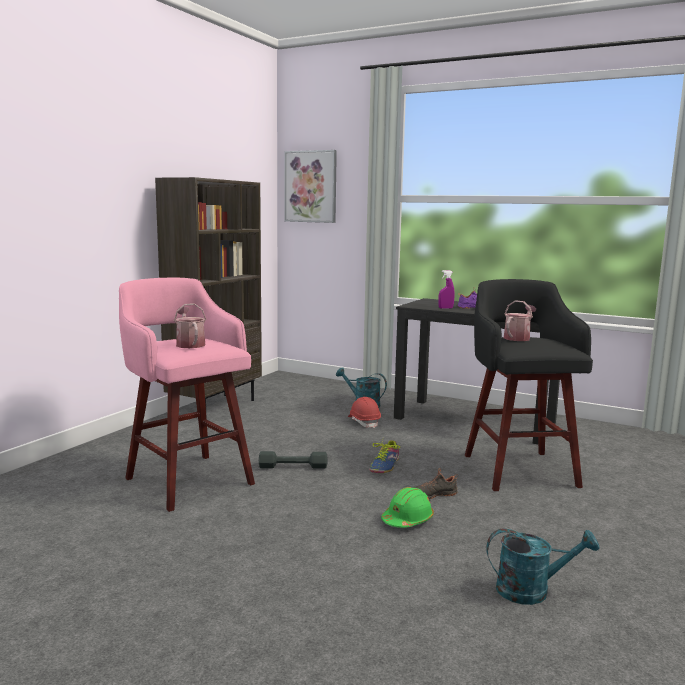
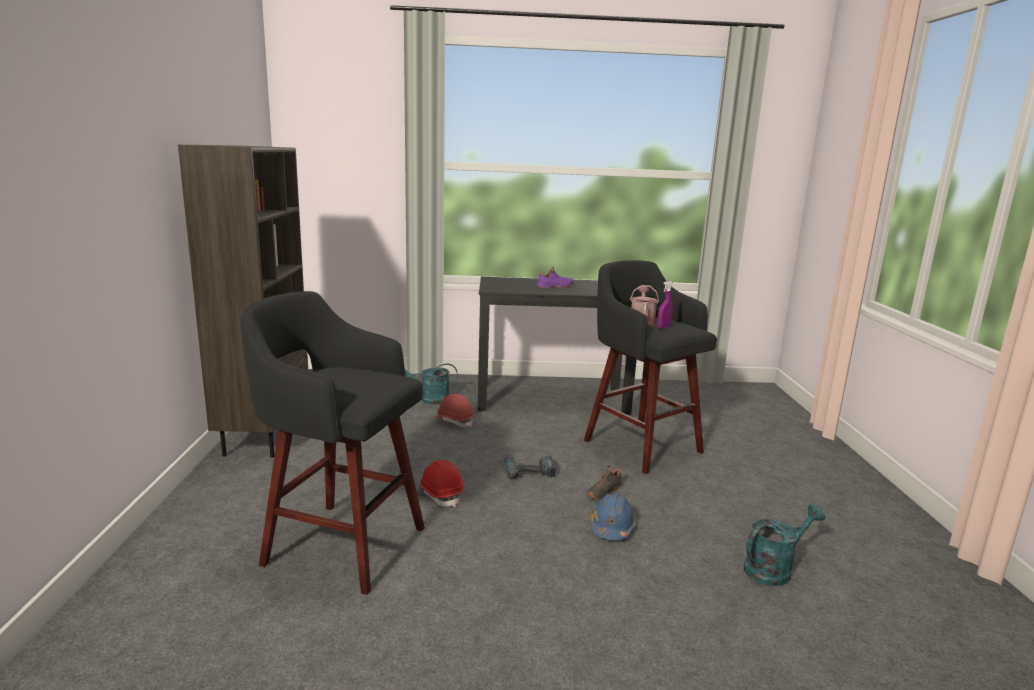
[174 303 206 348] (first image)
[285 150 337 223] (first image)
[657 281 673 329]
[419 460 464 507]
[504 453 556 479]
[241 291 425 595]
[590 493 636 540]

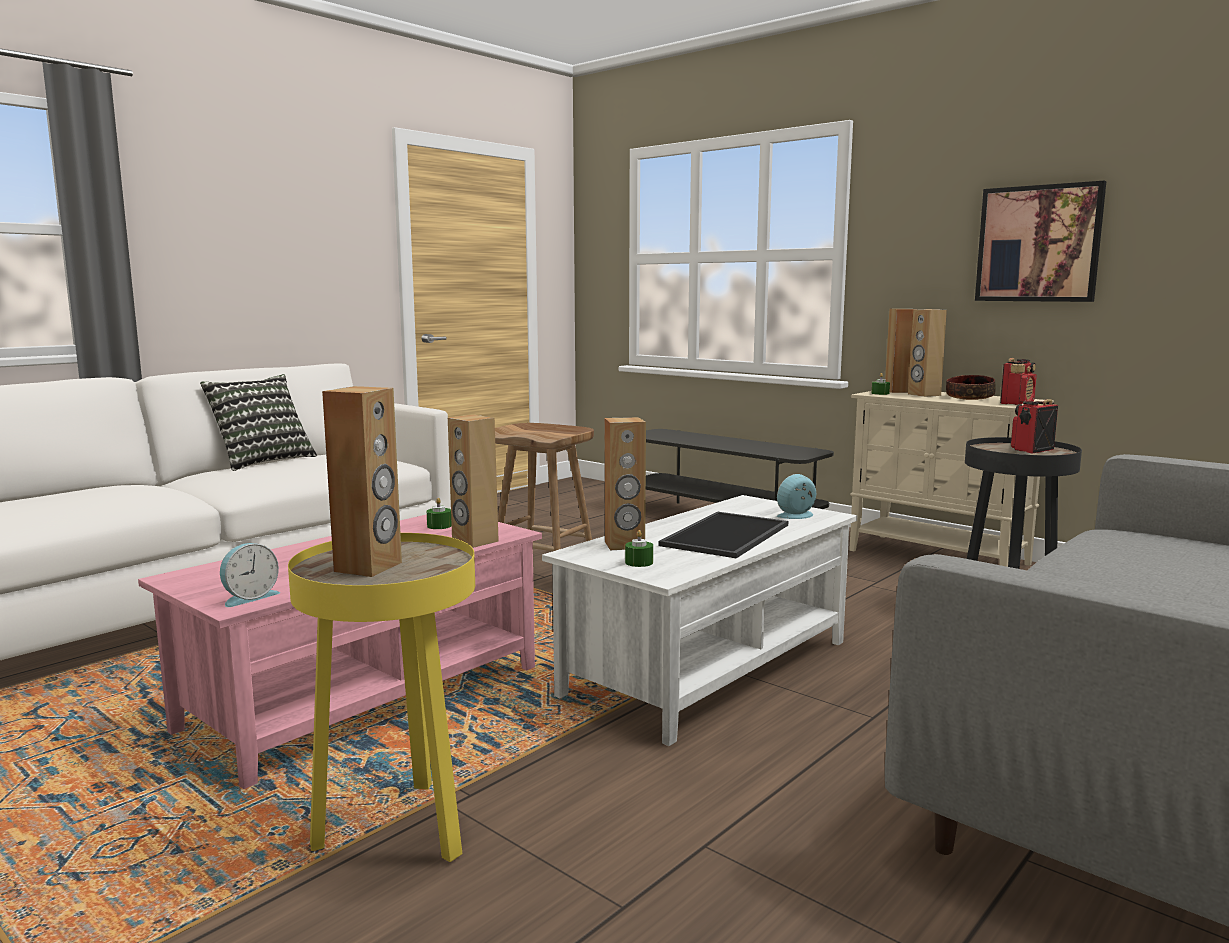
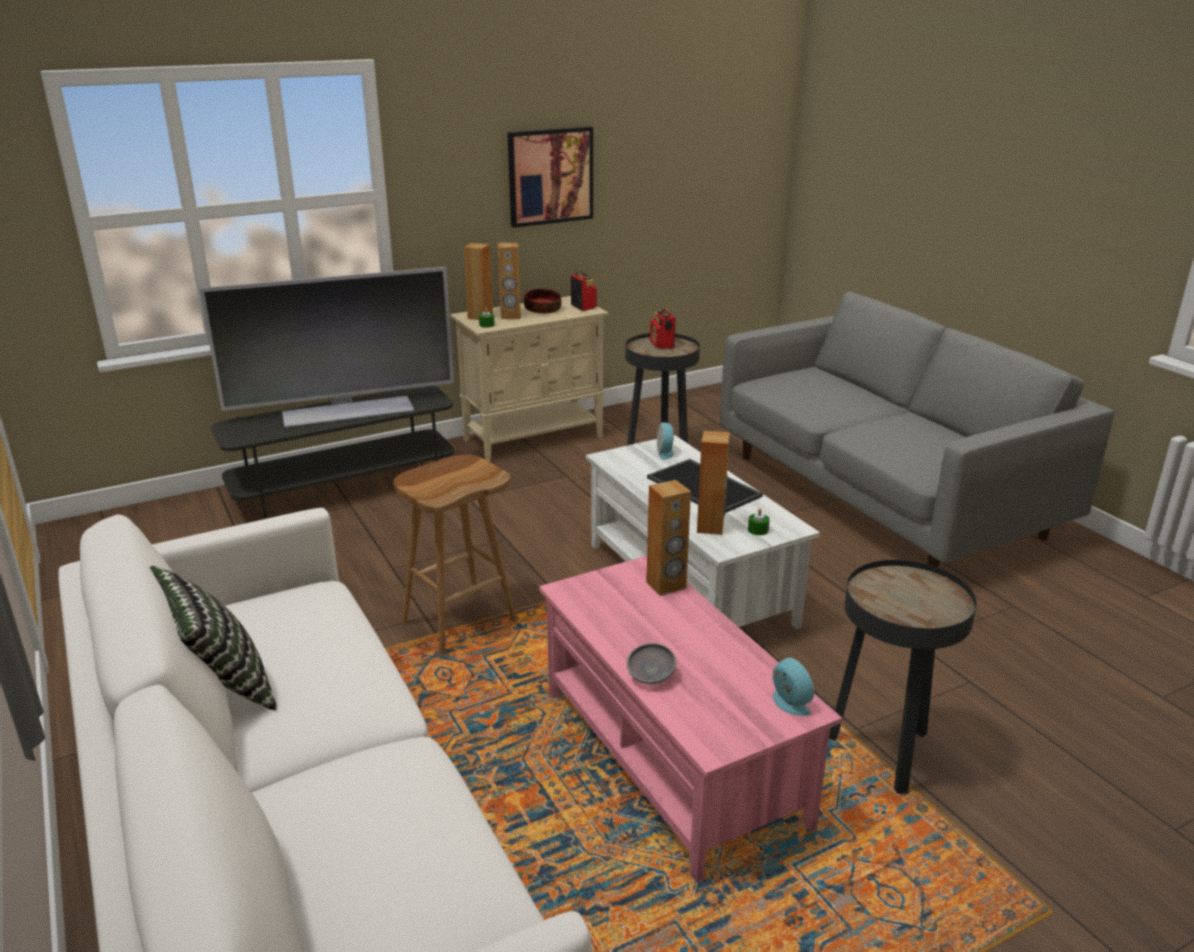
[322 386 402 577] (first image)
[427 498 452 529] (first image)
[199 267 454 428]
[627 643 676 684]
[829 560 977 794]

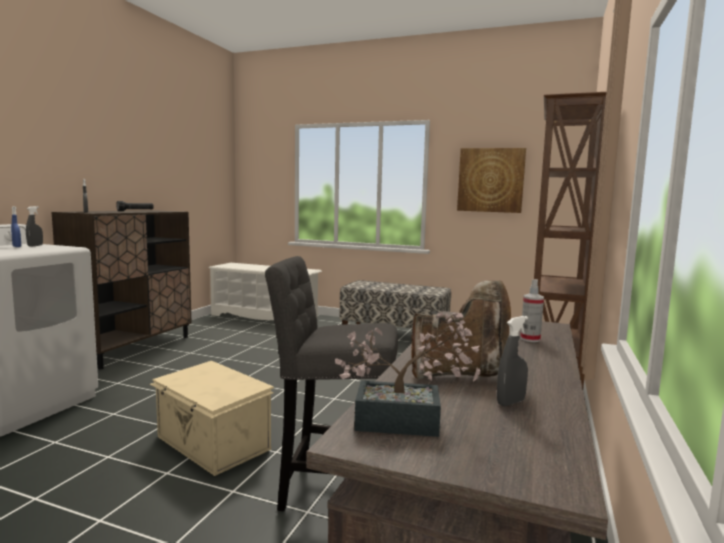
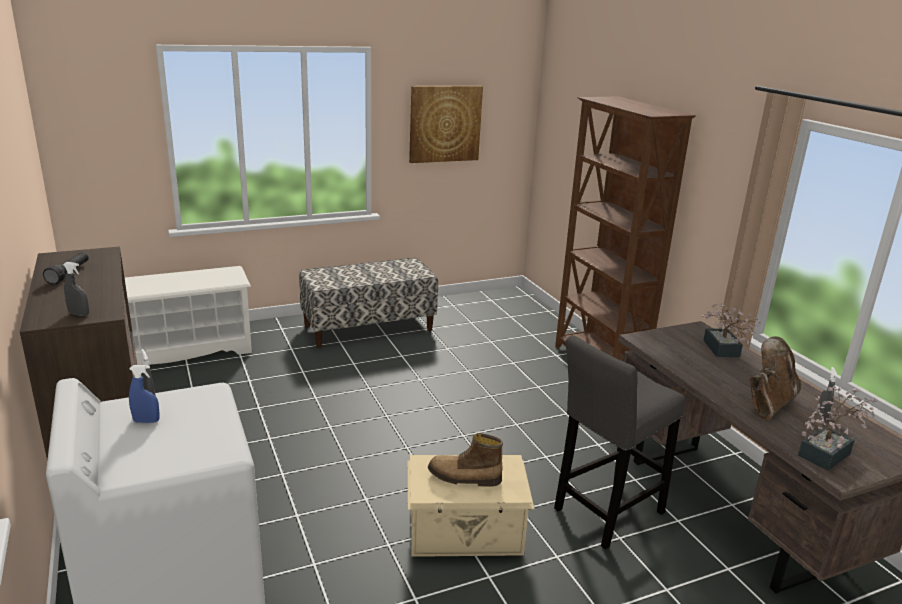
[428 433 503 487]
[701 303 761 357]

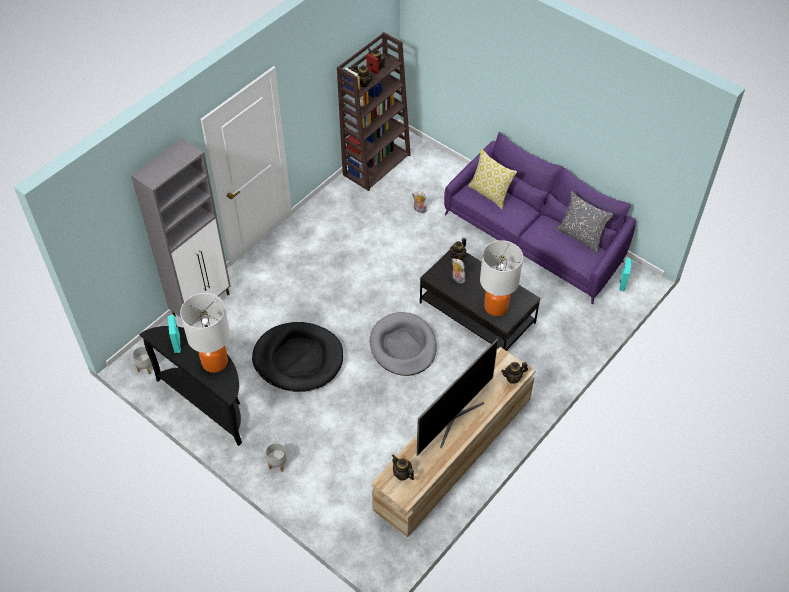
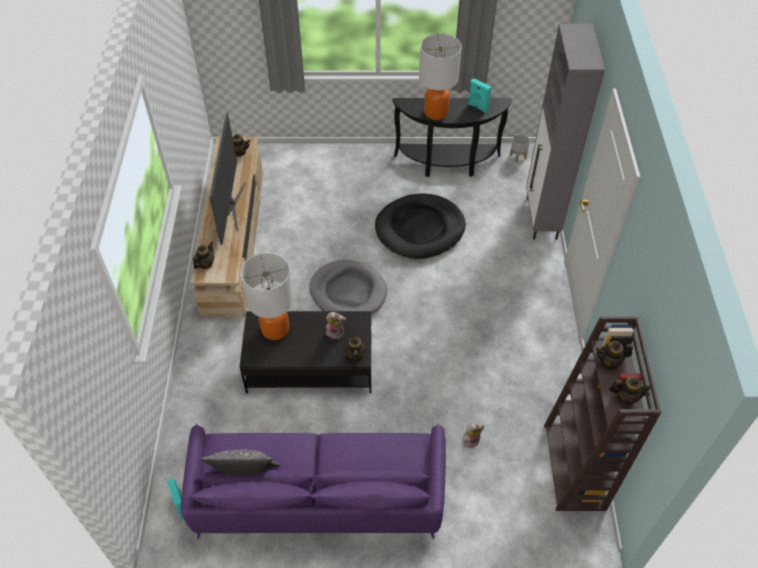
[266 443 287 472] (first image)
[468 149 517 210] (first image)

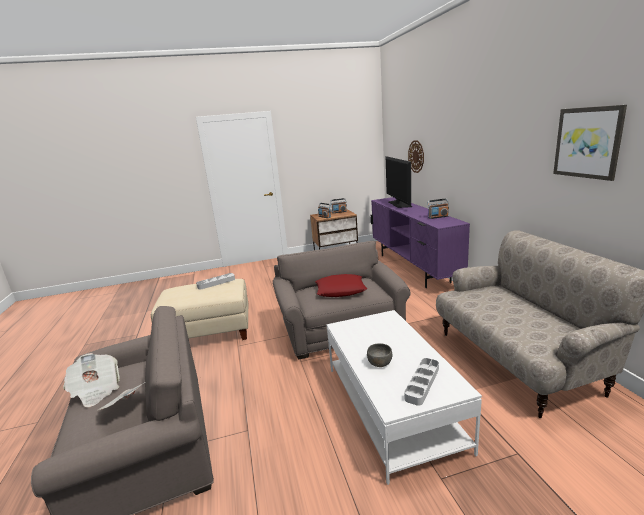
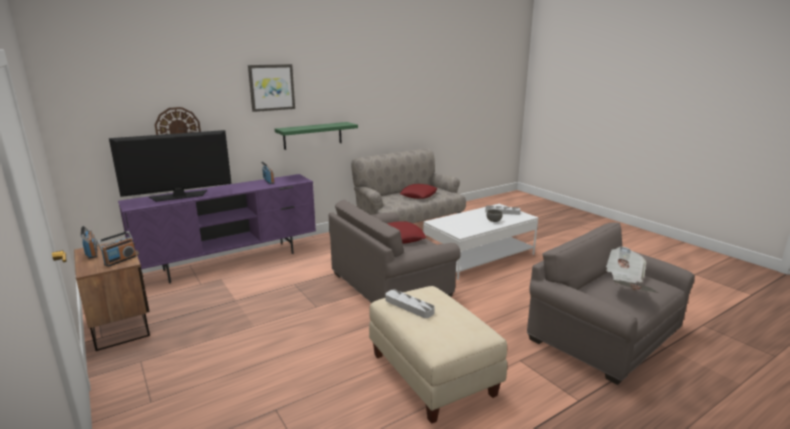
[275 122 358 150]
[400 184 438 199]
[248 64 295 112]

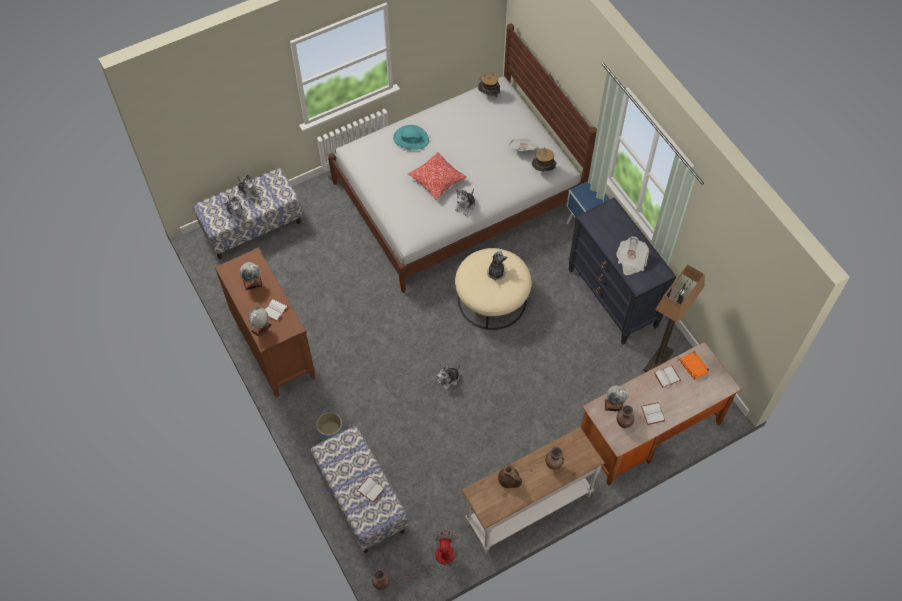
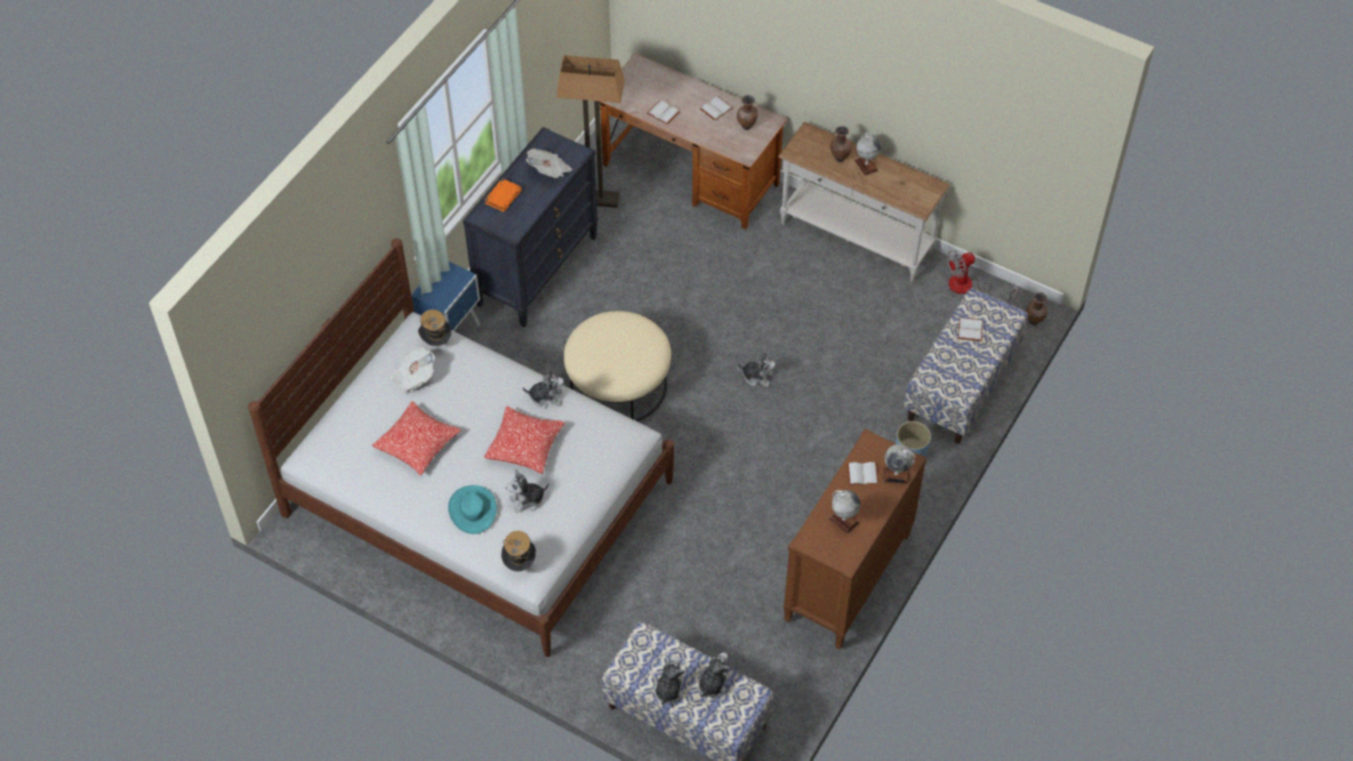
[498 464 522 488] (first image)
[372 401 461 475]
[501 531 536 571]
[506 470 549 513]
[854 133 881 176]
[485 178 522 212]

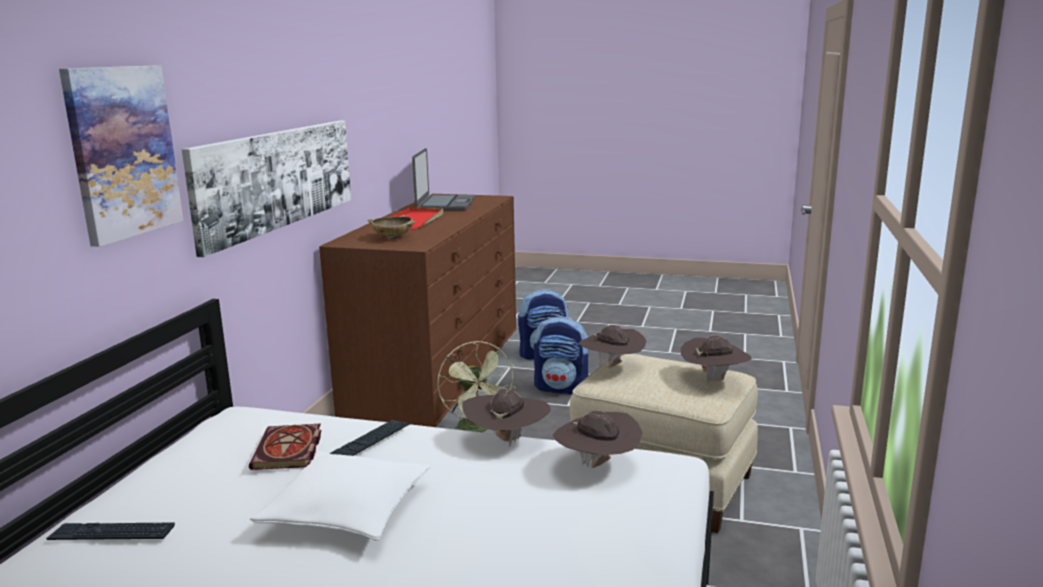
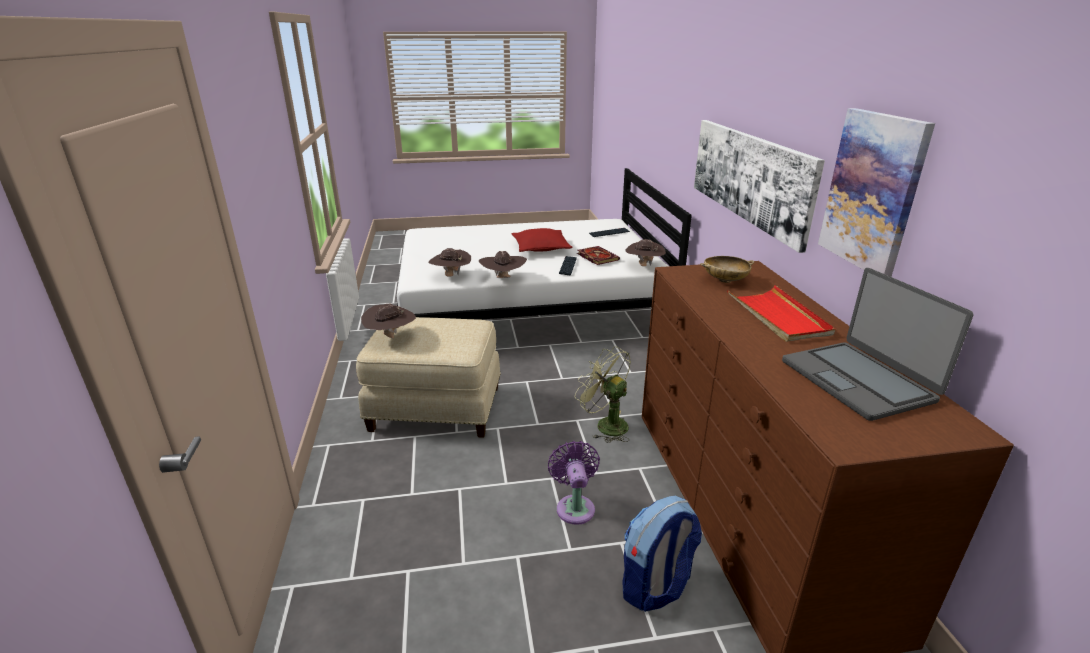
[818 108 935 277]
[626 239 666 266]
[548 441 600 525]
[512 228 572 252]

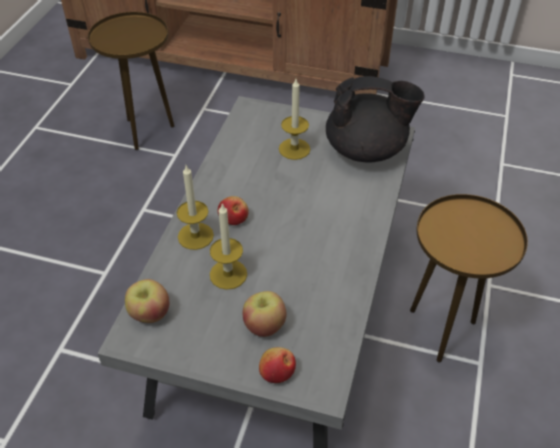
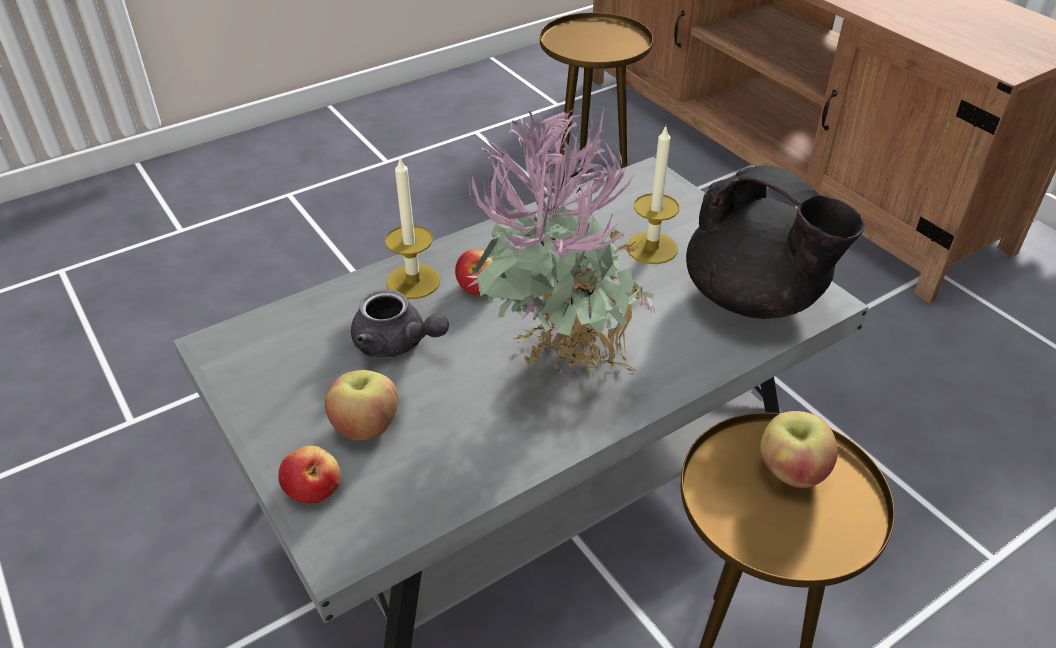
[465 108 655 389]
[760 411 838 488]
[351 289 449 357]

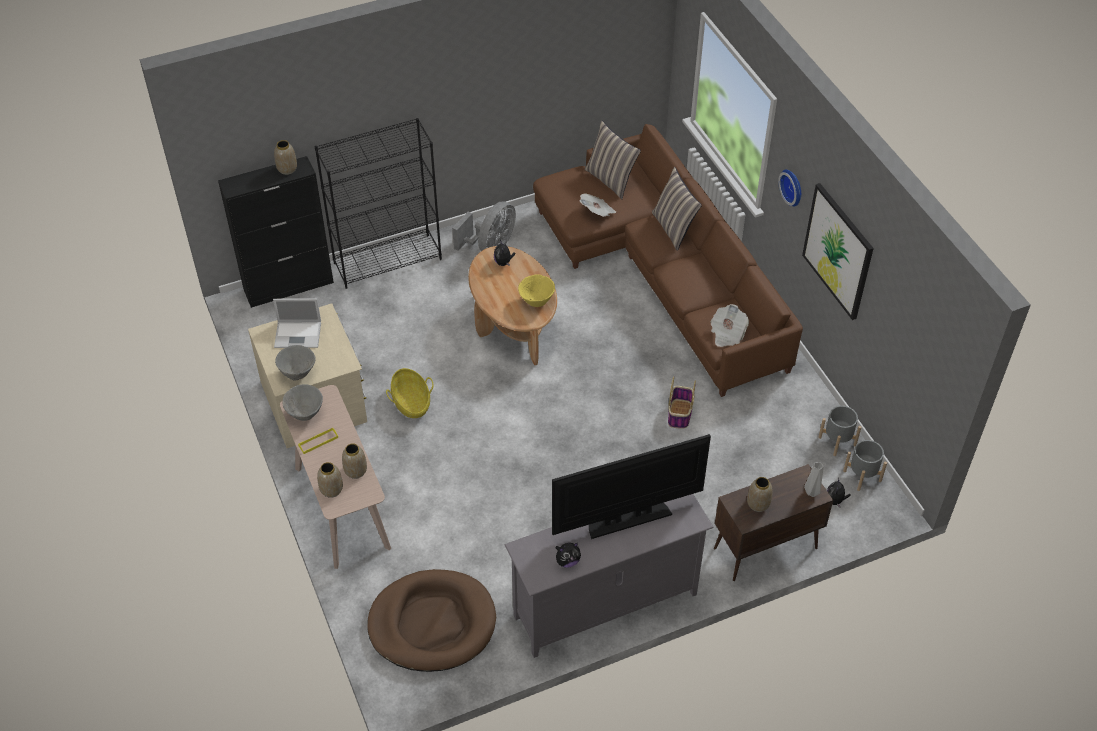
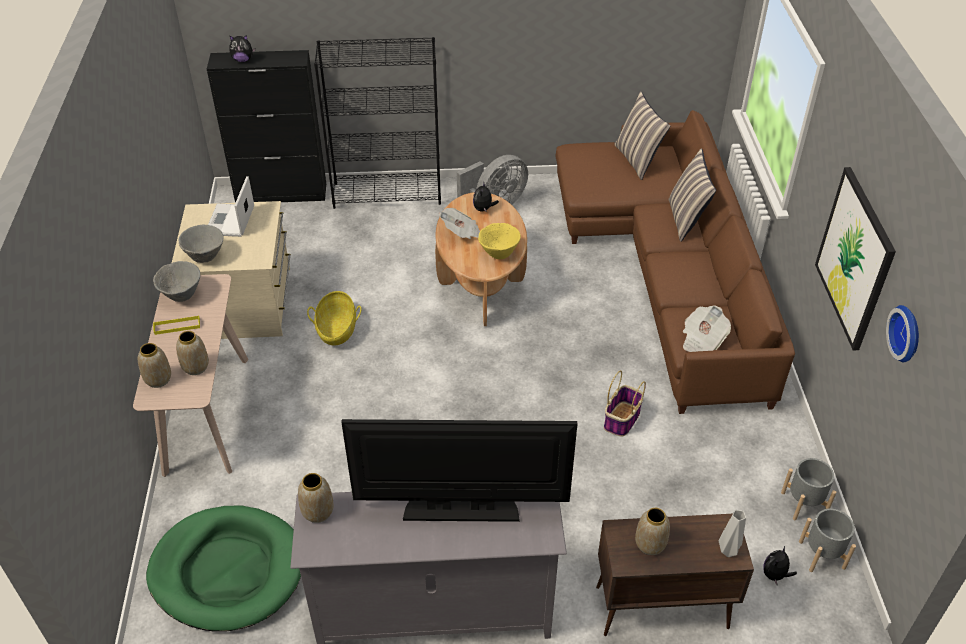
[298 473 334 523]
[229 35 255 62]
[439 208 480 239]
[886 305 919 362]
[146 505 301 632]
[208 176 254 237]

